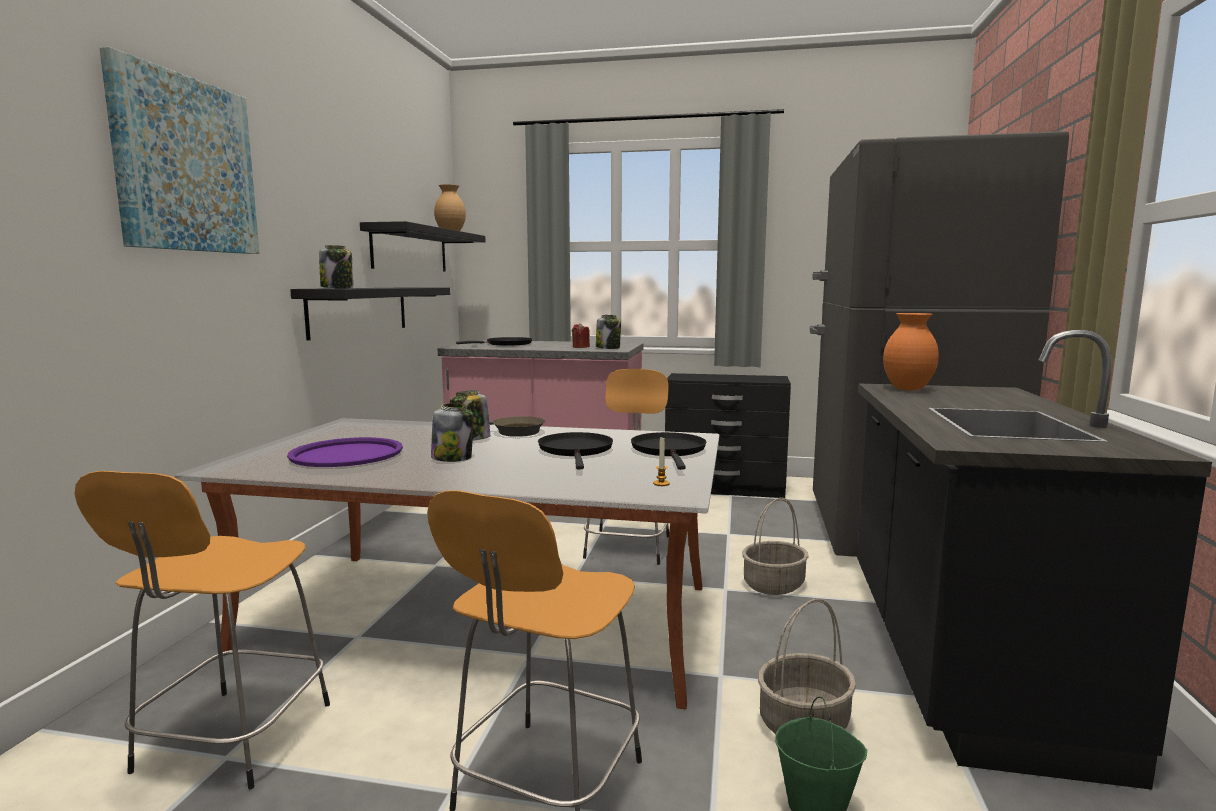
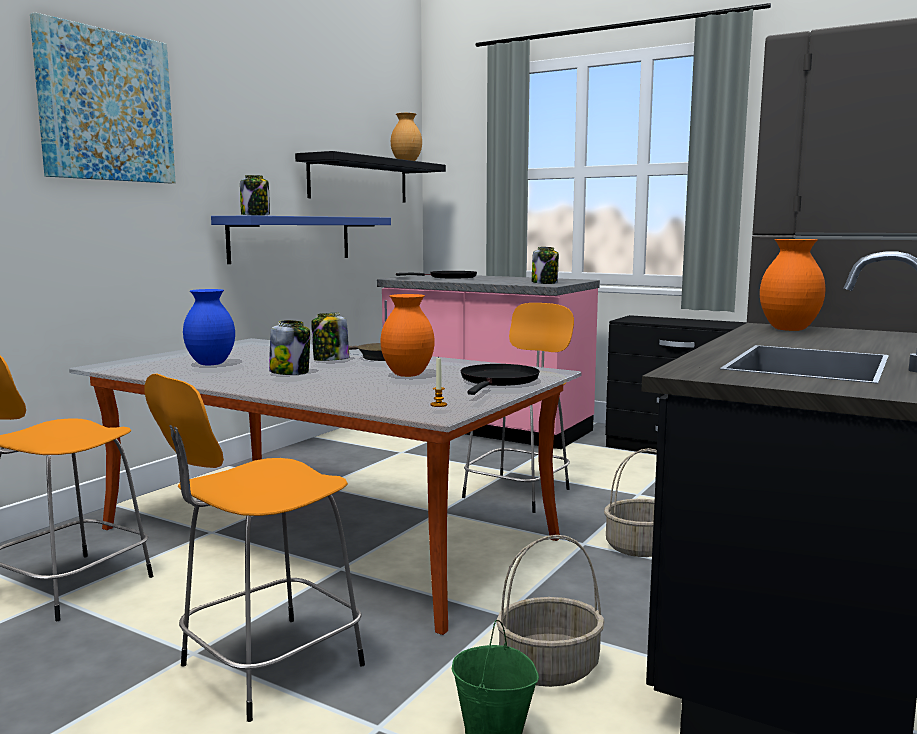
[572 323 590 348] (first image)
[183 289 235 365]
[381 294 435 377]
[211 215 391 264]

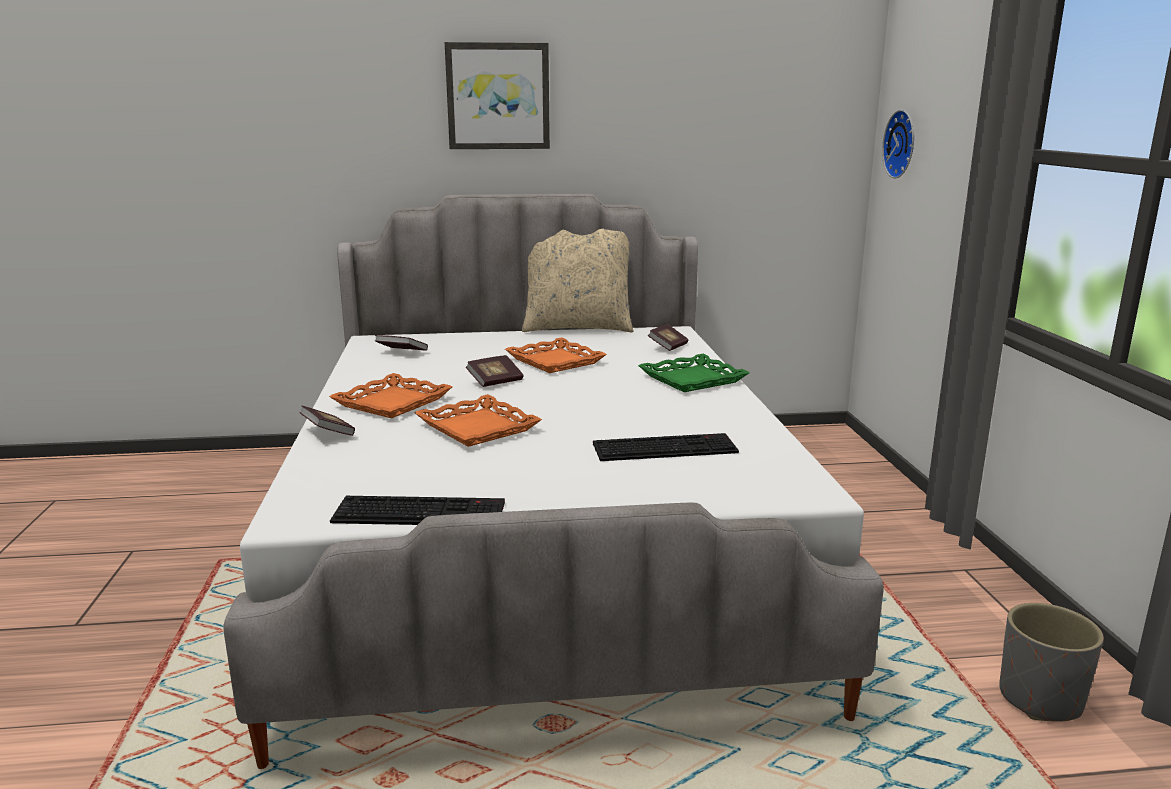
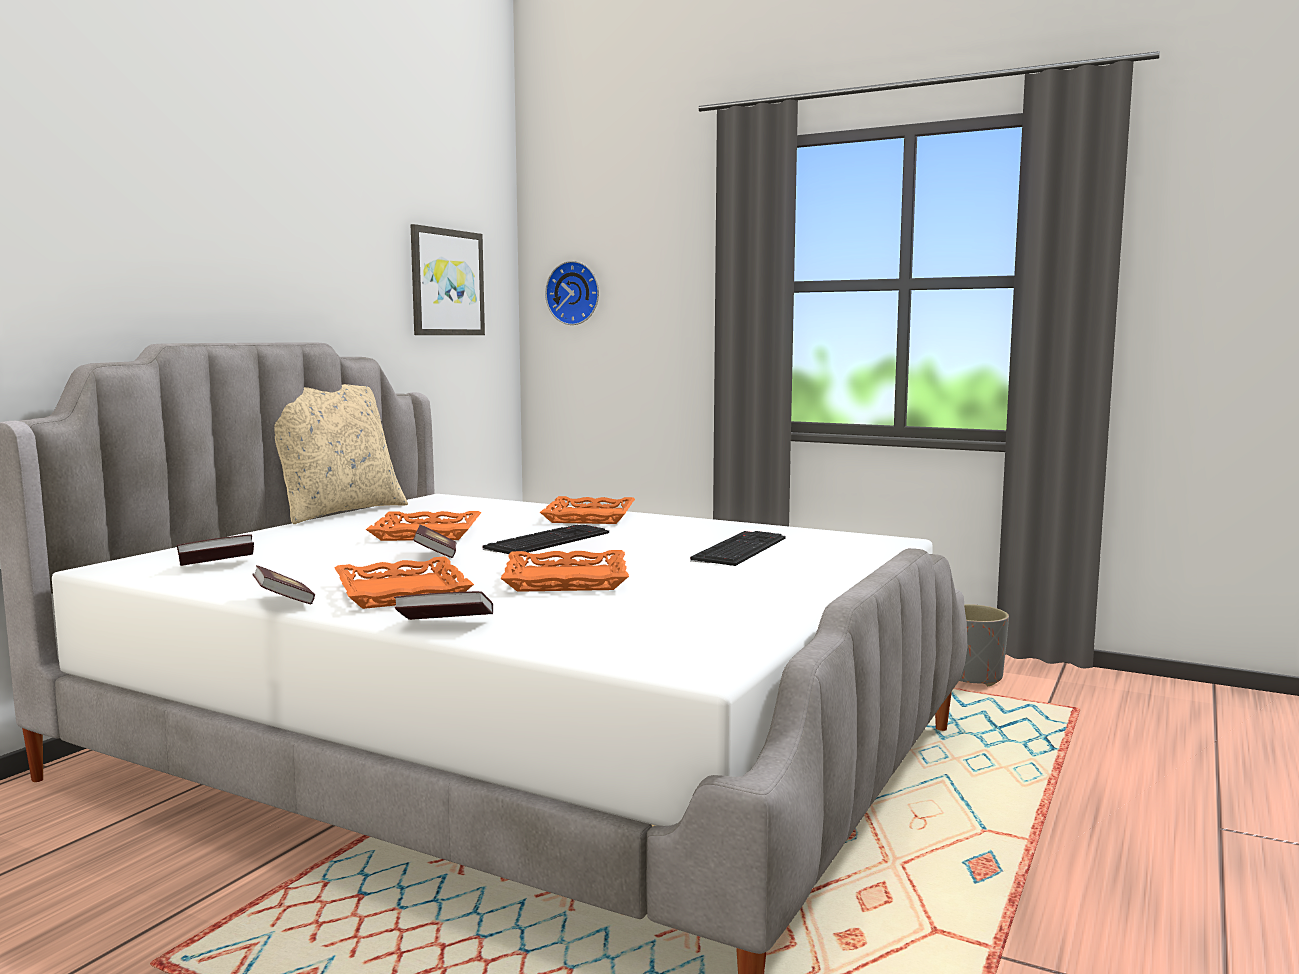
[482 525 609 554]
[411 224 485 335]
[253 565 315 605]
[540 496 635 524]

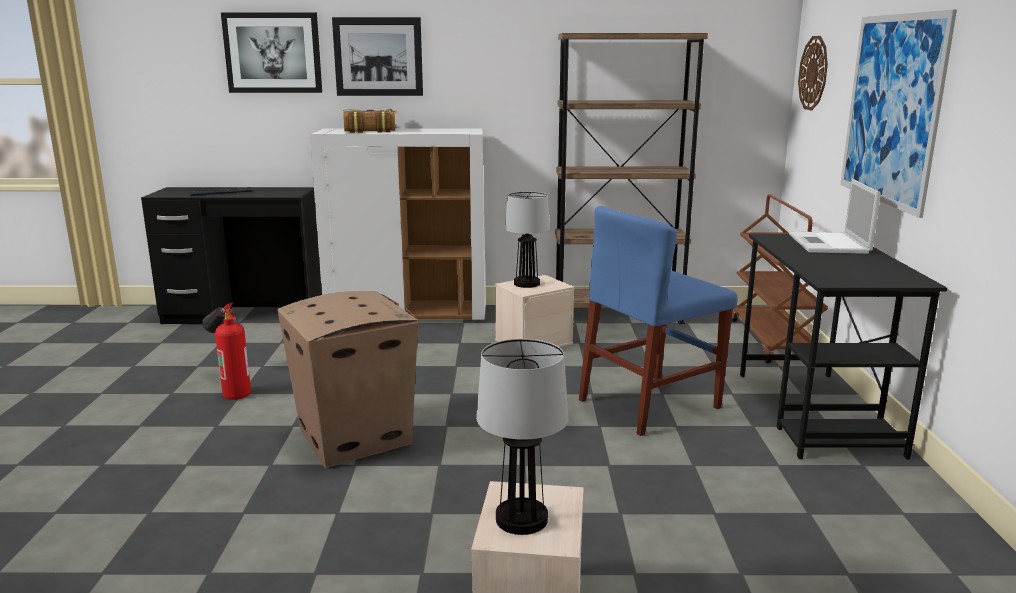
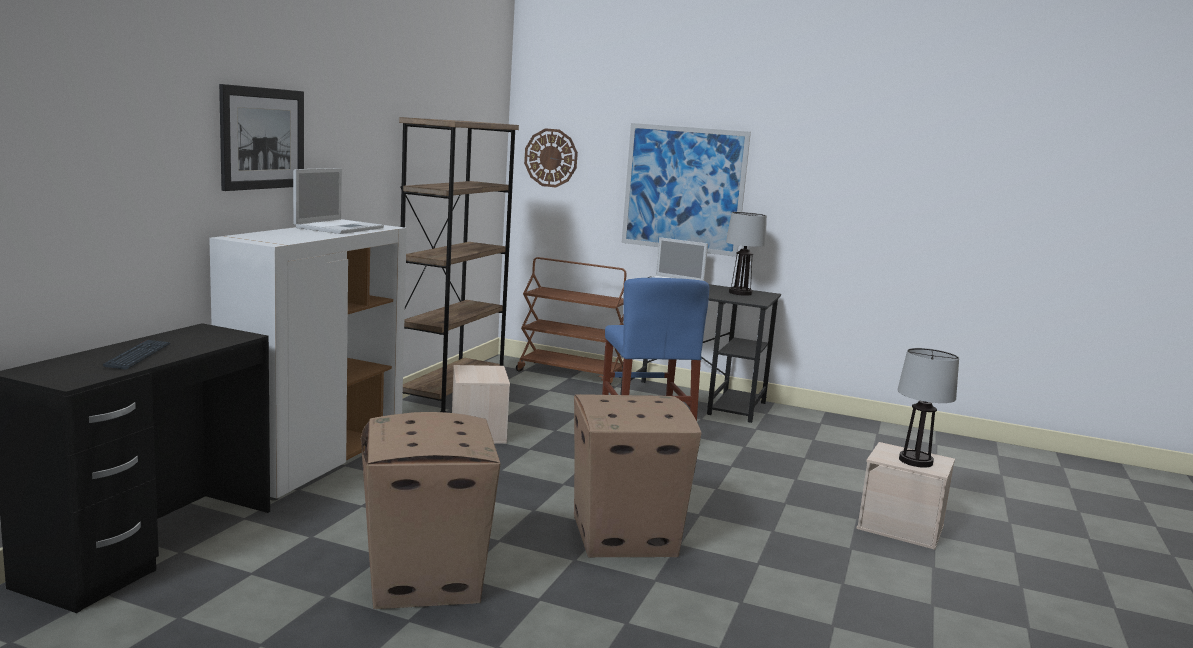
[221 13 322 93] (first image)
[343 109 397 133] (first image)
[293 168 384 234]
[726 212 767 296]
[361 412 501 609]

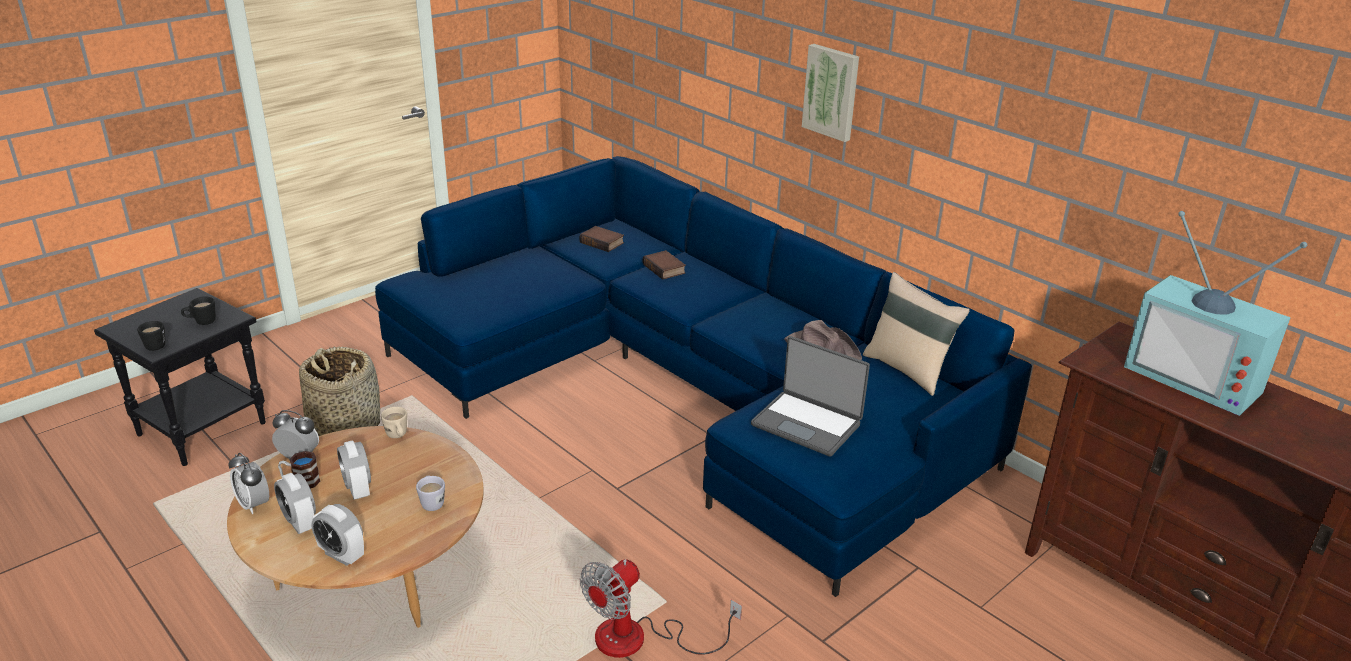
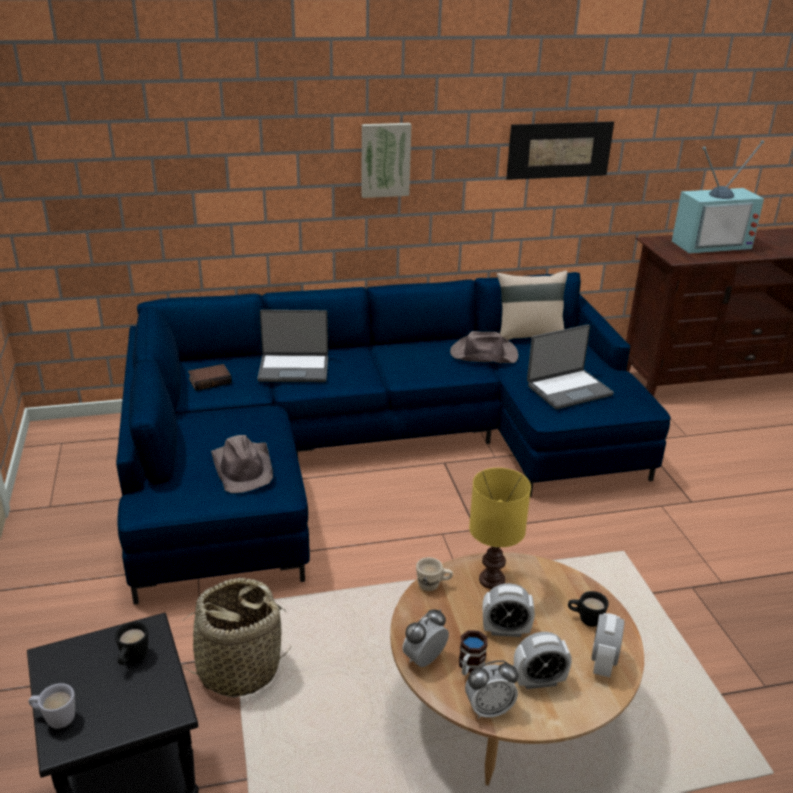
[580 559 742 658] (first image)
[211 435 273 493]
[469 468 531 589]
[506 121 614 180]
[568 591 609 627]
[29 683 75 729]
[257 310 328 382]
[591 613 624 677]

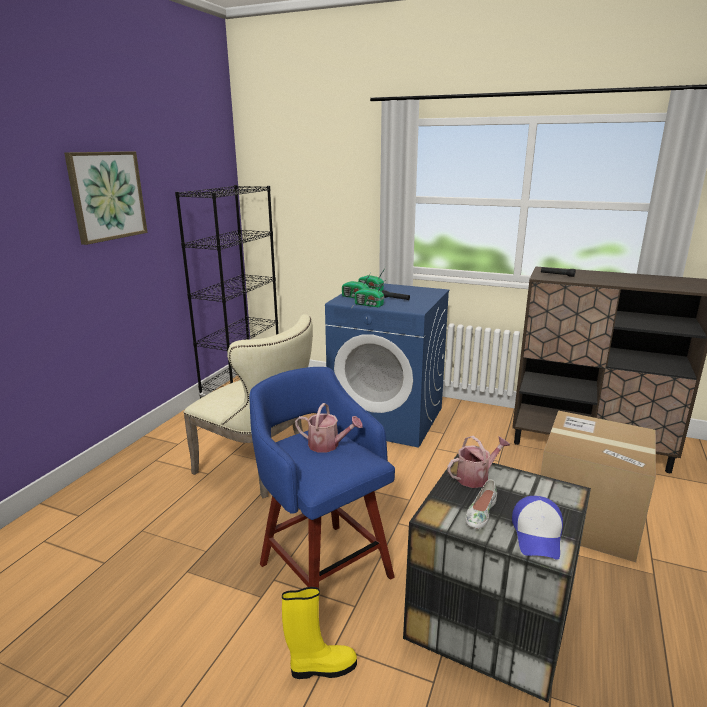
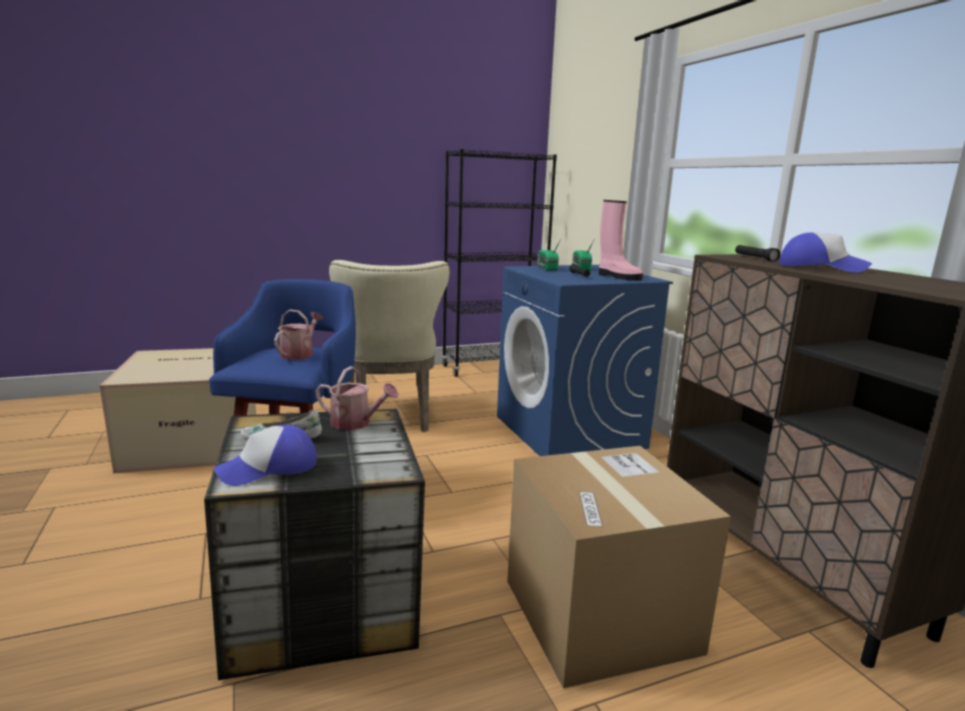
[64 151 148 245] (first image)
[282 587 357 679] (first image)
[355 279 386 307] (first image)
[100 348 256 473]
[599 200 643 281]
[780 232 872 273]
[274 309 323 360]

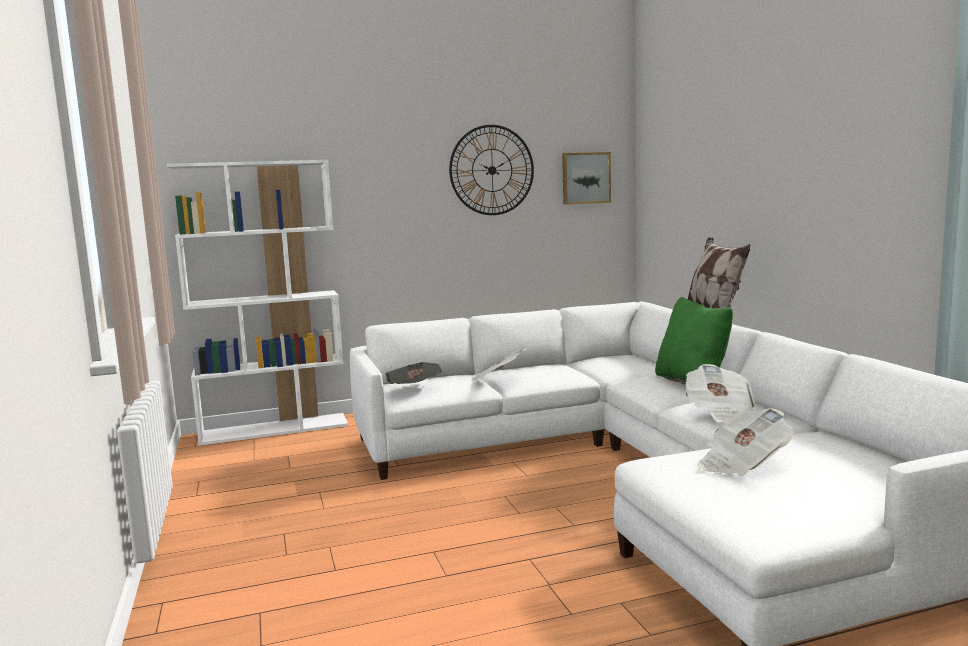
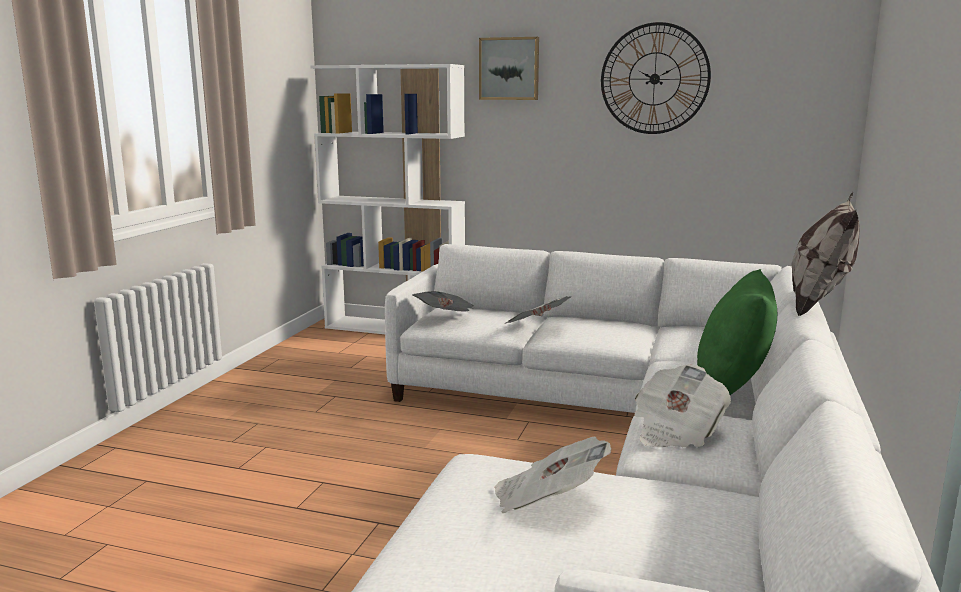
[479 37 539 100]

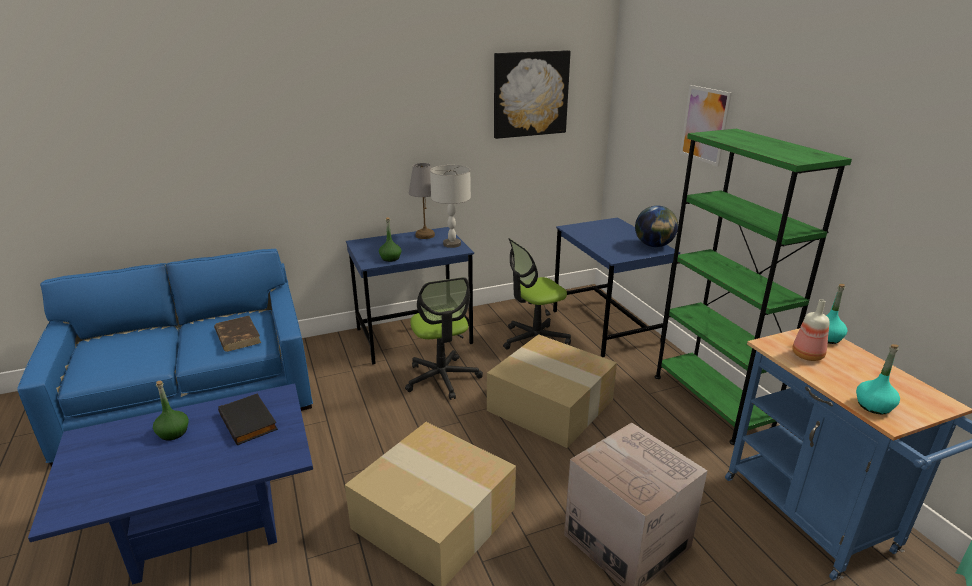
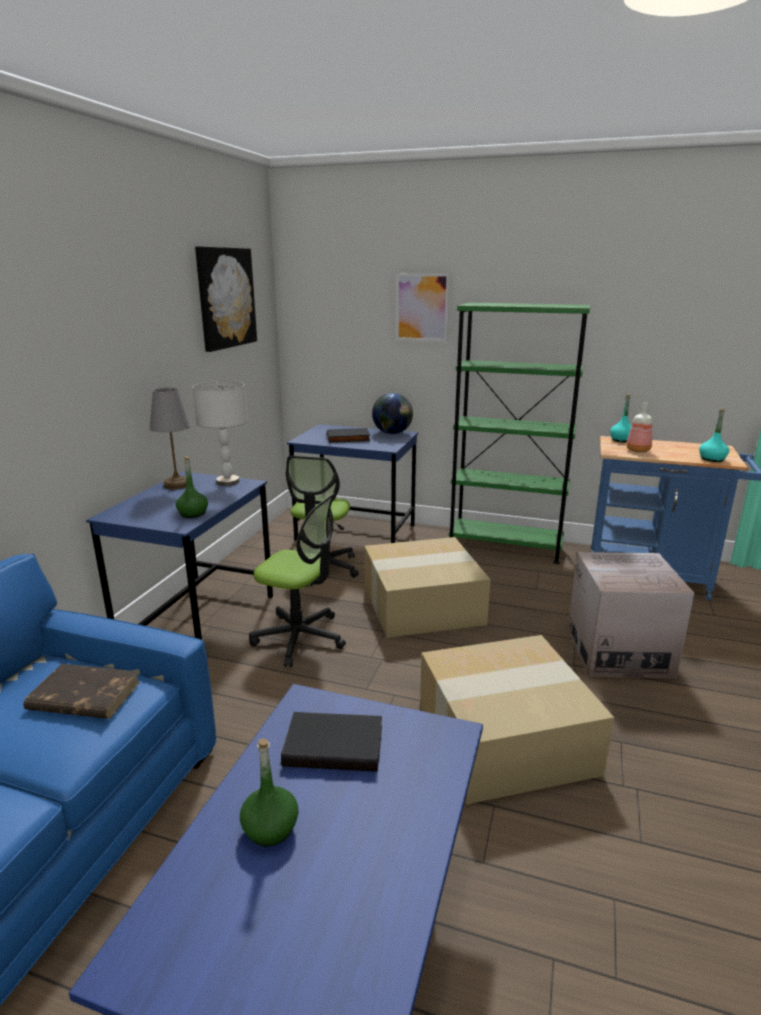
[327 428 371 443]

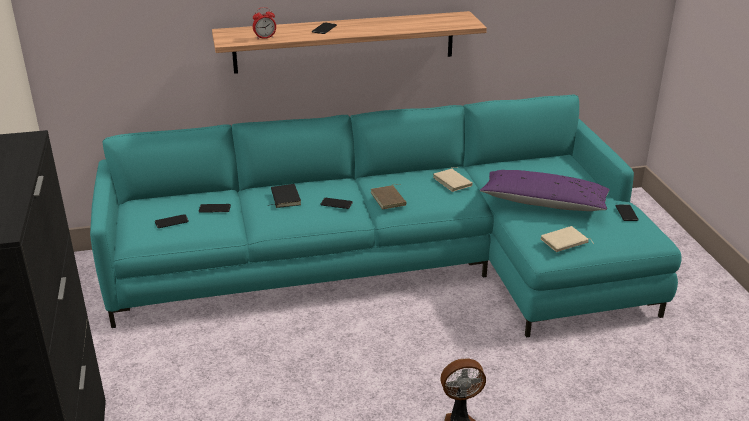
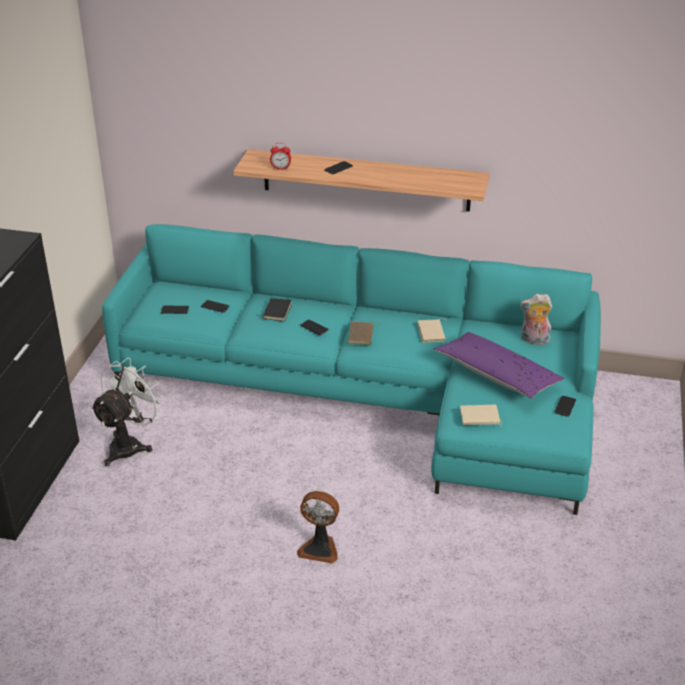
[90 358 166 466]
[520 294 552 345]

